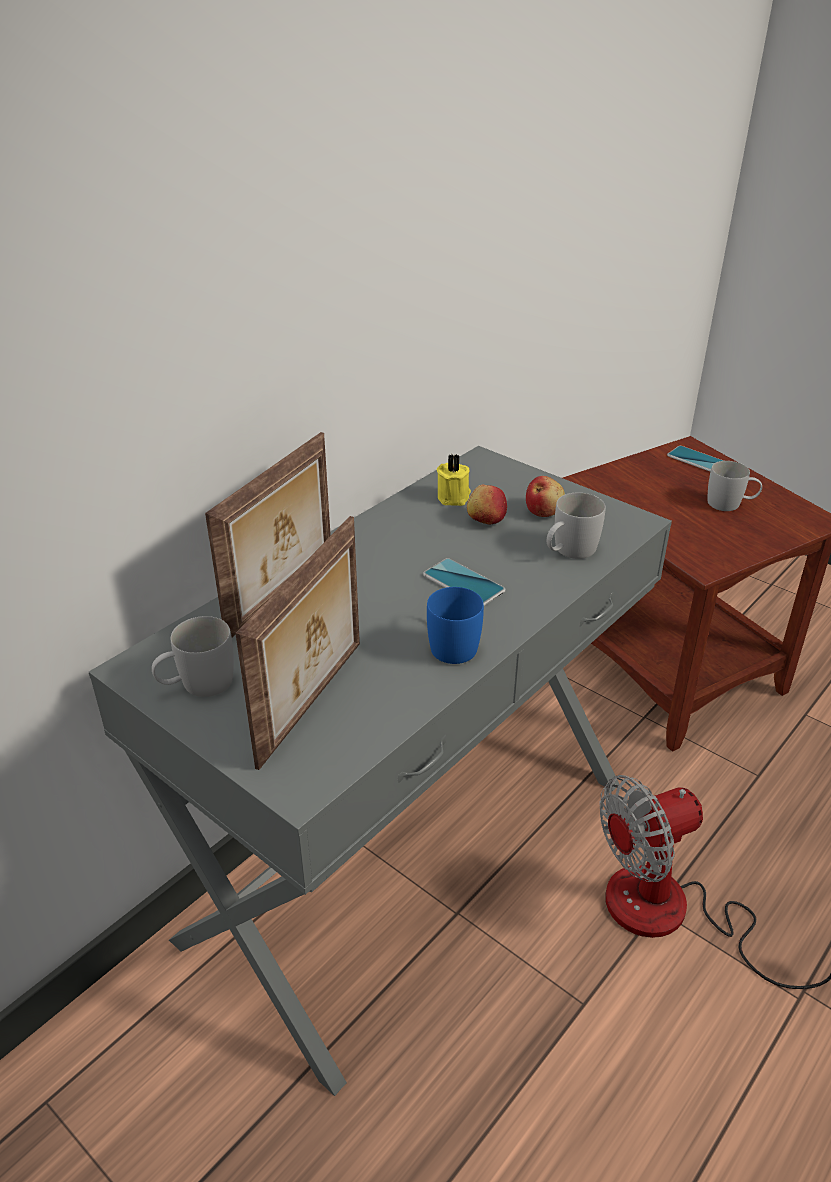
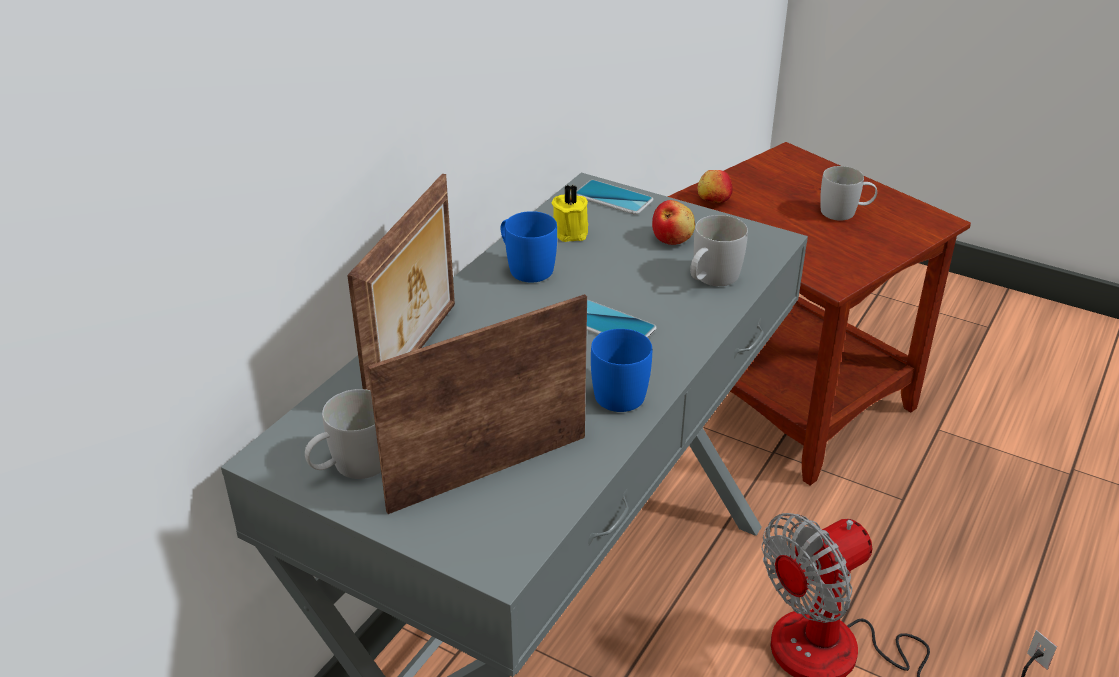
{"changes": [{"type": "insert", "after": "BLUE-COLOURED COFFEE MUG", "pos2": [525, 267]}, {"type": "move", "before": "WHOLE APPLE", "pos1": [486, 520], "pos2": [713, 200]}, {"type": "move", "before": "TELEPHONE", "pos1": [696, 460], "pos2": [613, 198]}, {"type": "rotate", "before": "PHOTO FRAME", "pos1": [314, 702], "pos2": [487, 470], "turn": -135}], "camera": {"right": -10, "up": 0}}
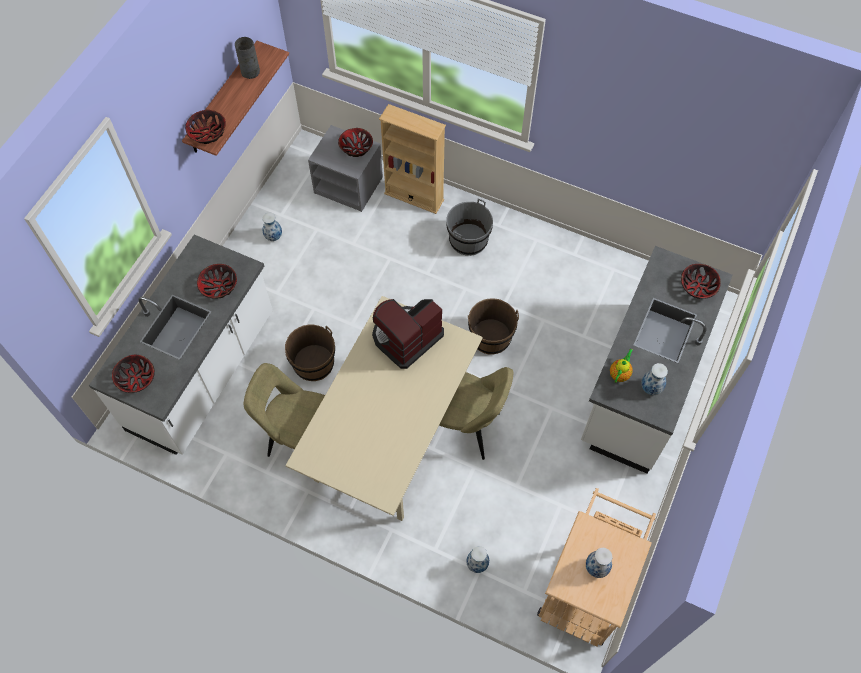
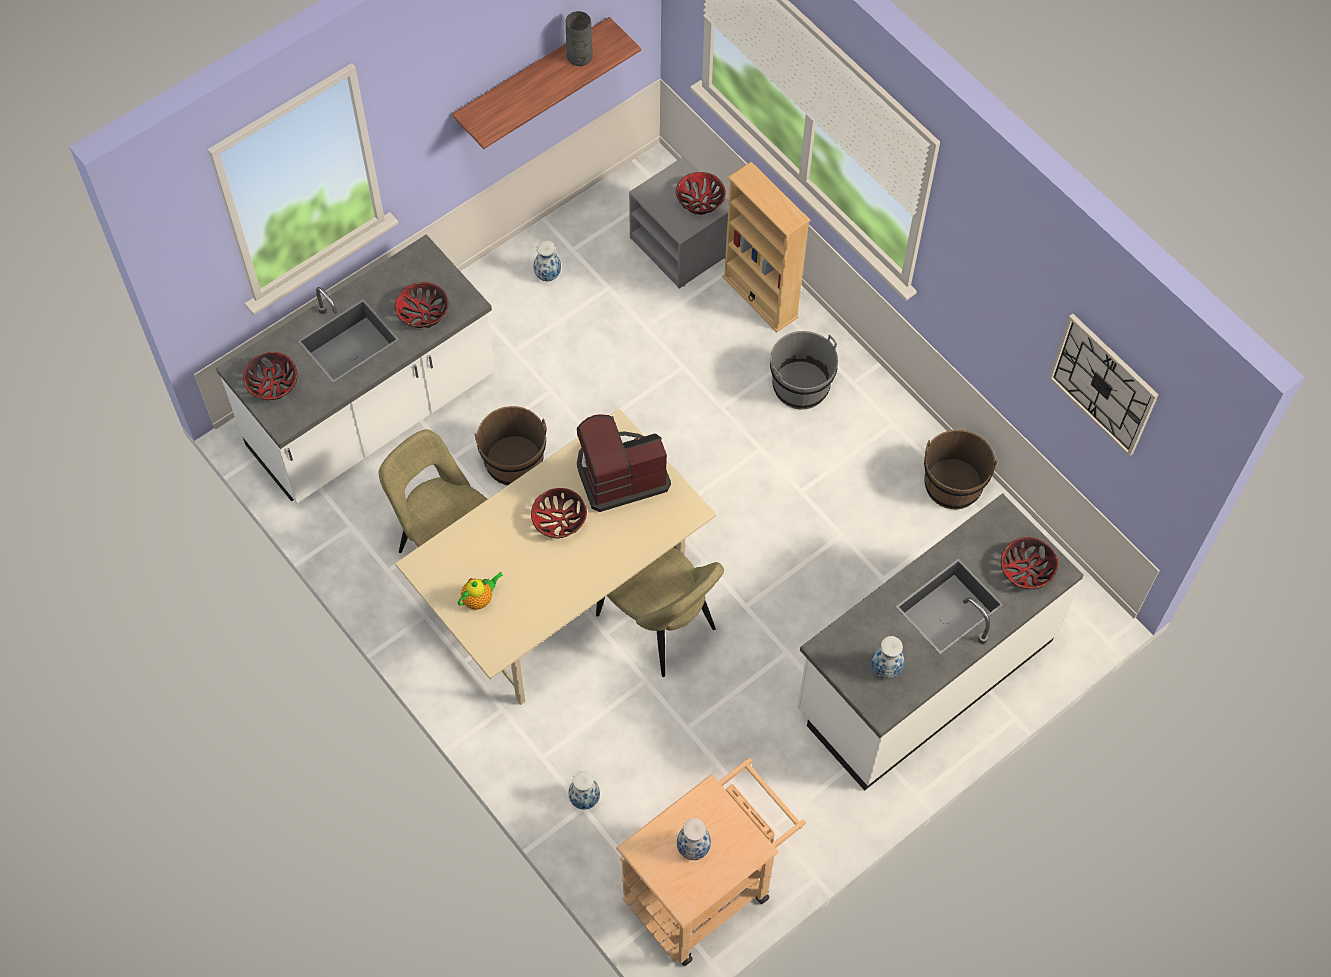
{"changes": [{"type": "insert", "after": "CLOCK ON THE WALL", "pos2": [1103, 384]}, {"type": "move", "before": "SERVING BOWL", "pos1": [208, 134], "pos2": [559, 520]}, {"type": "move", "before": "BROWN PAIL", "pos1": [491, 337], "pos2": [953, 485]}, {"type": "move", "before": "TEA POT", "pos1": [620, 373], "pos2": [479, 599]}], "camera": {"right": 25, "up": 0}}
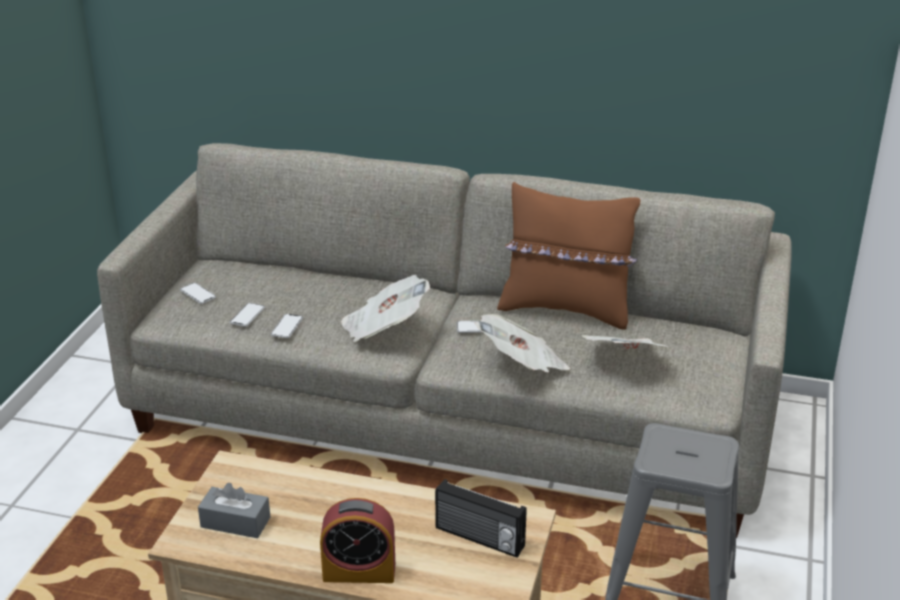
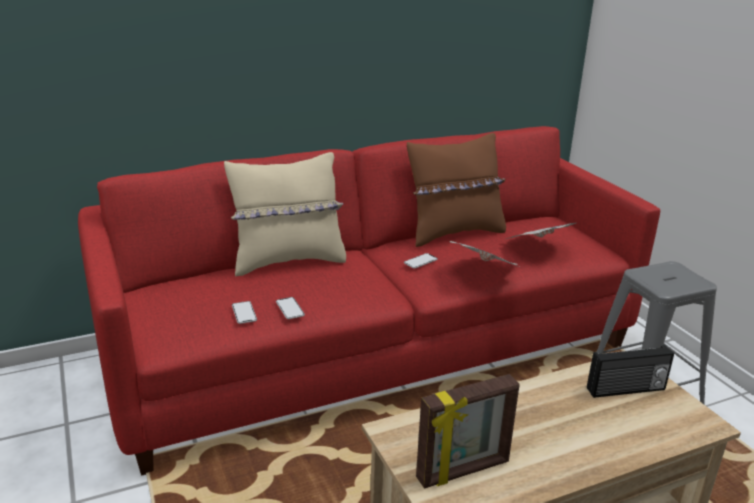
{"changes": [{"type": "delete", "before": "TELEPHONE", "pos1": [198, 294]}, {"type": "delete", "before": "ALARM CLOCK", "pos1": [359, 571]}, {"type": "delete", "before": "NEWSPAPER", "pos1": [384, 328]}, {"type": "insert", "after": "BEIGE THROW PILLOW", "pos2": [288, 261]}, {"type": "replace", "before": "GREY TISSUE HOLDER", "after": "PHOTO FRAME", "pos1": [235, 522], "pos2": [463, 471]}, {"type": "recolor", "before": "GREY SETTEE", "after": "RED SETTEE", "pos1": [451, 414], "pos2": [374, 350]}], "camera": {"right": -40, "up": -5}}
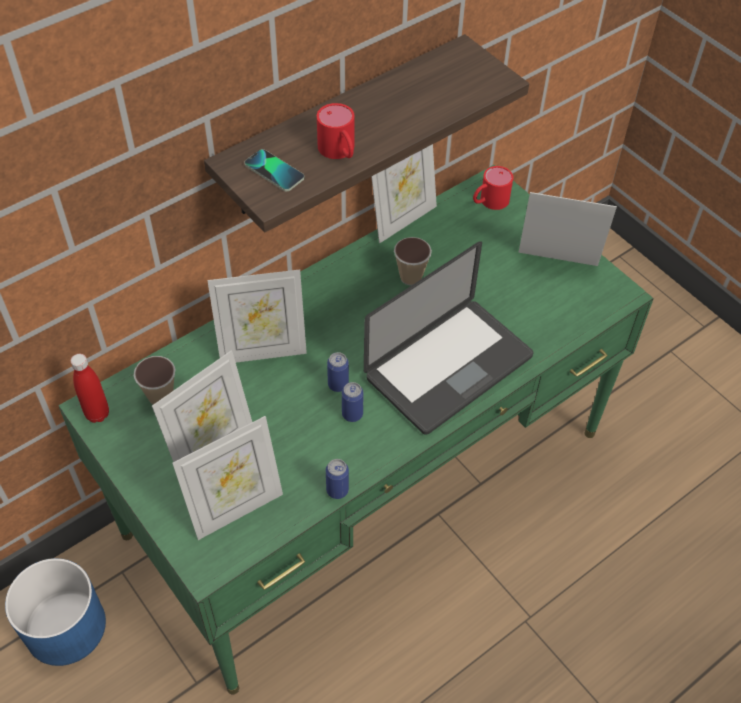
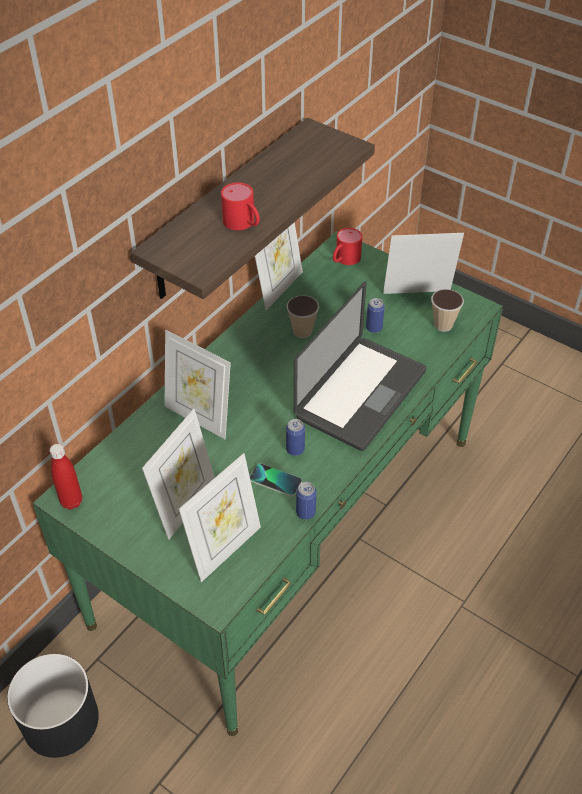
{"changes": [{"type": "move", "before": "CUP", "pos1": [161, 397], "pos2": [443, 325]}, {"type": "move", "before": "TELEPHONE", "pos1": [274, 171], "pos2": [275, 480]}, {"type": "move", "before": "SEALED CAN", "pos1": [338, 384], "pos2": [374, 328]}, {"type": "recolor", "before": "BLUE-COLOURED PLANT POT", "after": "BLACKISH PLANT POT", "pos1": [64, 626], "pos2": [59, 720]}, {"type": "rotate", "before": "PHOTO FRAME", "pos1": [262, 351], "pos2": [199, 417], "turn": 60}], "camera": {"right": -15, "up": -5}}
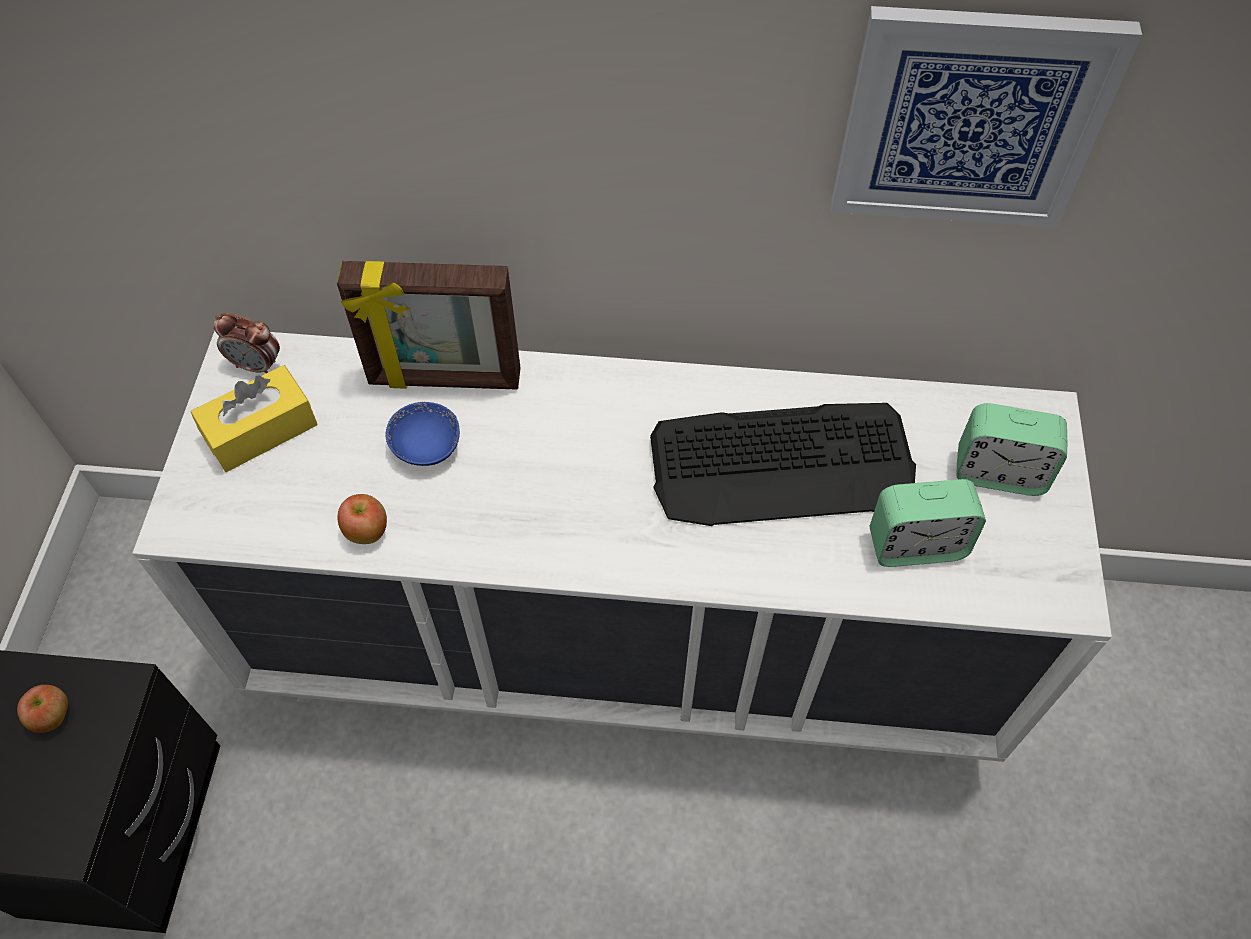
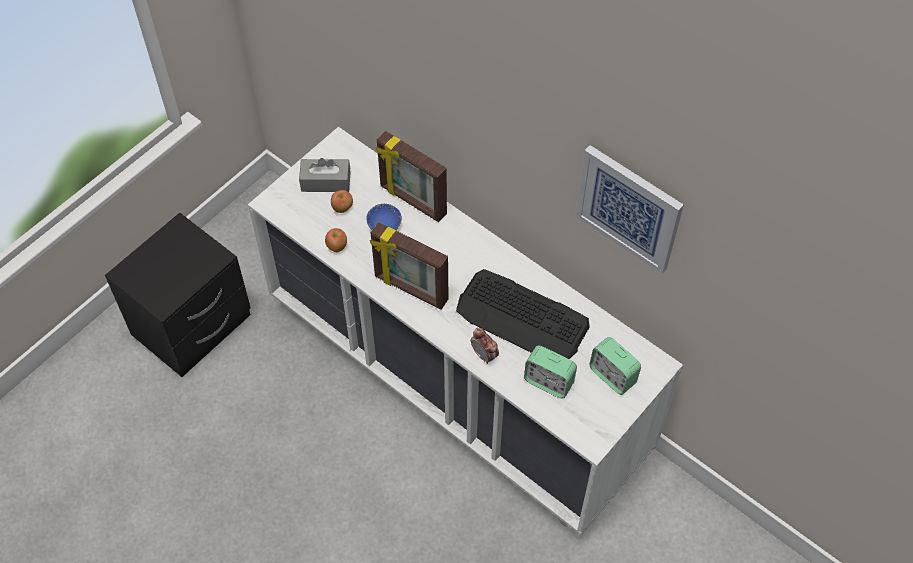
{"changes": [{"type": "insert", "after": "PHOTO FRAME", "pos2": [410, 289]}, {"type": "move", "before": "WHOLE APPLE", "pos1": [53, 717], "pos2": [342, 208]}, {"type": "move", "before": "ALARM CLOCK", "pos1": [257, 366], "pos2": [484, 355]}, {"type": "recolor", "before": "YELLOW TISSUE HOLDER", "after": "GREY TISSUE HOLDER", "pos1": [261, 430], "pos2": [326, 182]}], "camera": {"right": 35, "up": 0}}
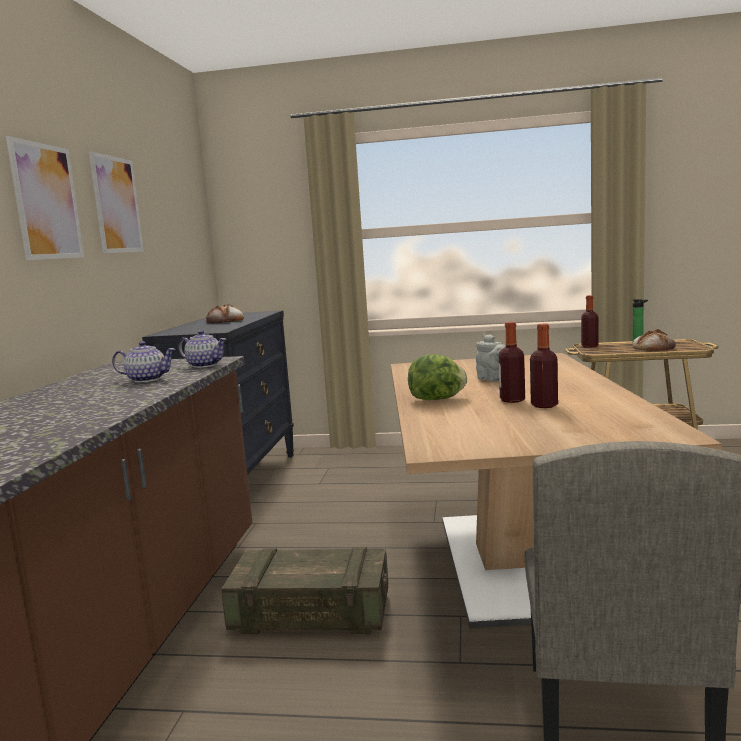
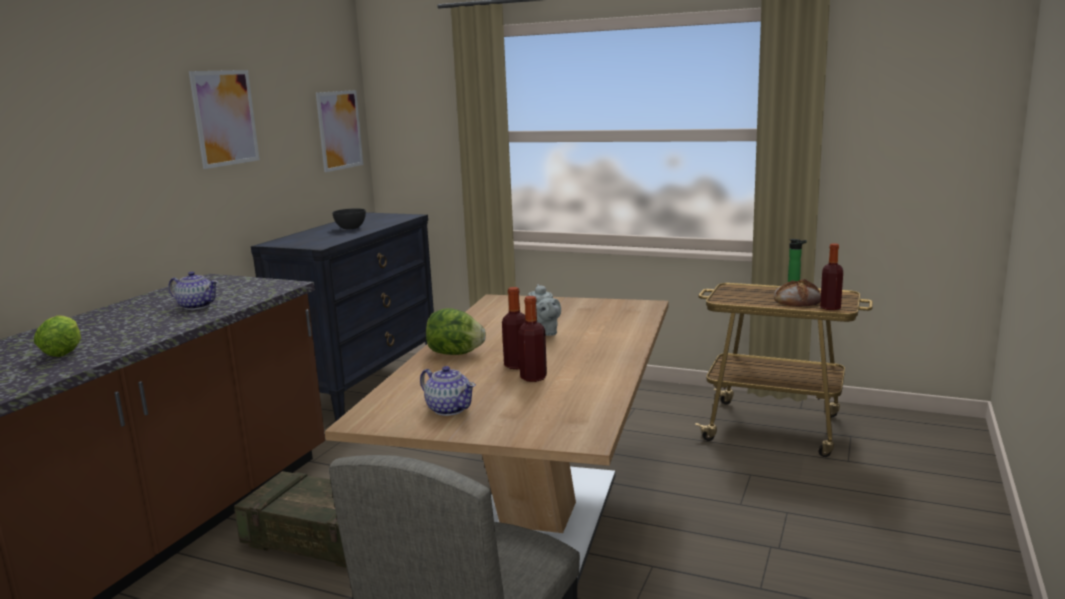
{"changes": [{"type": "insert", "after": "HEAD OF LETTUCE", "pos2": [64, 351]}, {"type": "move", "before": "WALL ART", "pos1": [46, 202], "pos2": [339, 130]}, {"type": "move", "before": "TEA POT", "pos1": [204, 365], "pos2": [449, 409]}, {"type": "move", "before": "BEVERAGE BOTTLE", "pos1": [589, 346], "pos2": [830, 308]}, {"type": "replace", "before": "BAKERY BREAD", "after": "GREY SERVING BOWL", "pos1": [226, 321], "pos2": [351, 228]}], "camera": {"right": 15, "up": 5}}
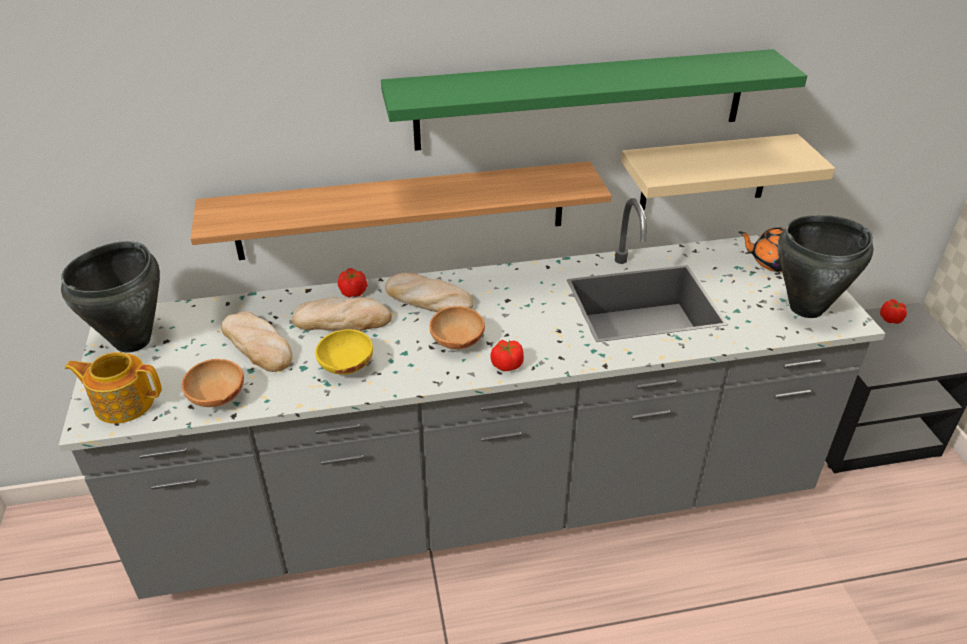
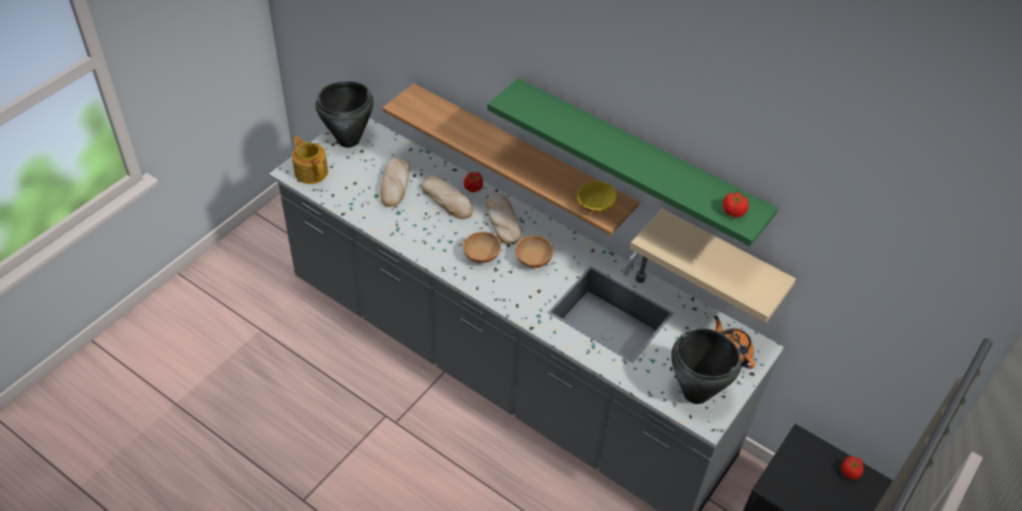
{"changes": [{"type": "move", "before": "BROWN SERVING BOWL", "pos1": [216, 398], "pos2": [532, 260]}, {"type": "move", "before": "YELLOW SERVING BOWL", "pos1": [345, 367], "pos2": [594, 206]}, {"type": "move", "before": "WHOLE TOMATO", "pos1": [506, 365], "pos2": [733, 211]}], "camera": {"right": 45, "up": 10}}
